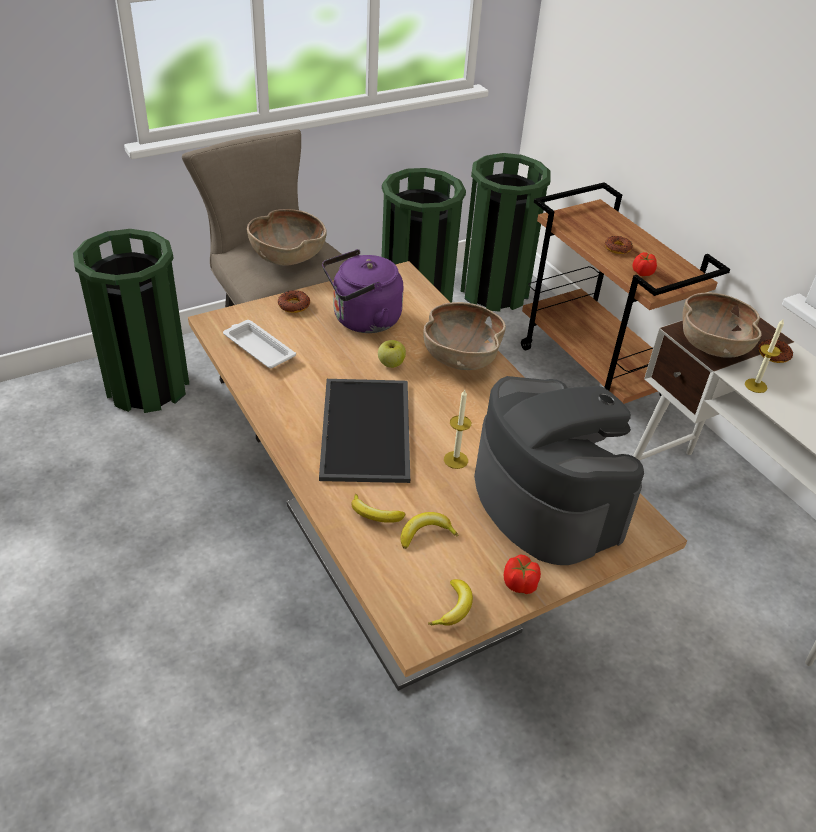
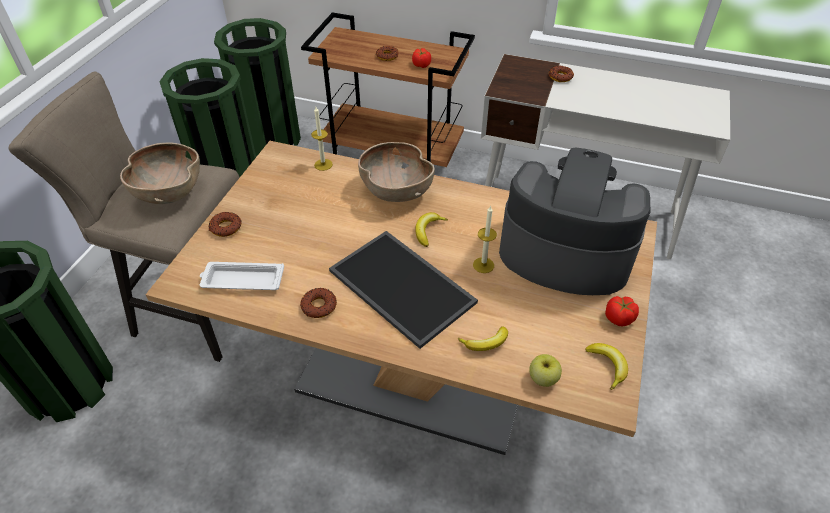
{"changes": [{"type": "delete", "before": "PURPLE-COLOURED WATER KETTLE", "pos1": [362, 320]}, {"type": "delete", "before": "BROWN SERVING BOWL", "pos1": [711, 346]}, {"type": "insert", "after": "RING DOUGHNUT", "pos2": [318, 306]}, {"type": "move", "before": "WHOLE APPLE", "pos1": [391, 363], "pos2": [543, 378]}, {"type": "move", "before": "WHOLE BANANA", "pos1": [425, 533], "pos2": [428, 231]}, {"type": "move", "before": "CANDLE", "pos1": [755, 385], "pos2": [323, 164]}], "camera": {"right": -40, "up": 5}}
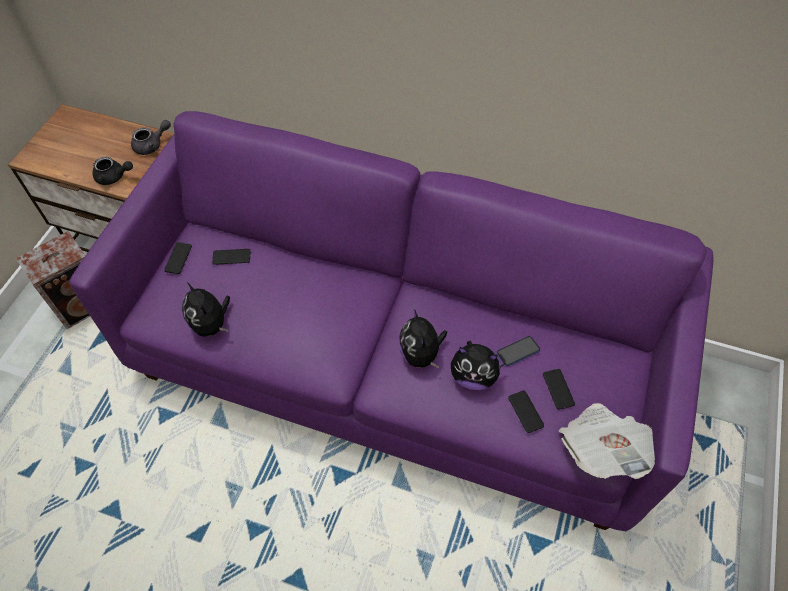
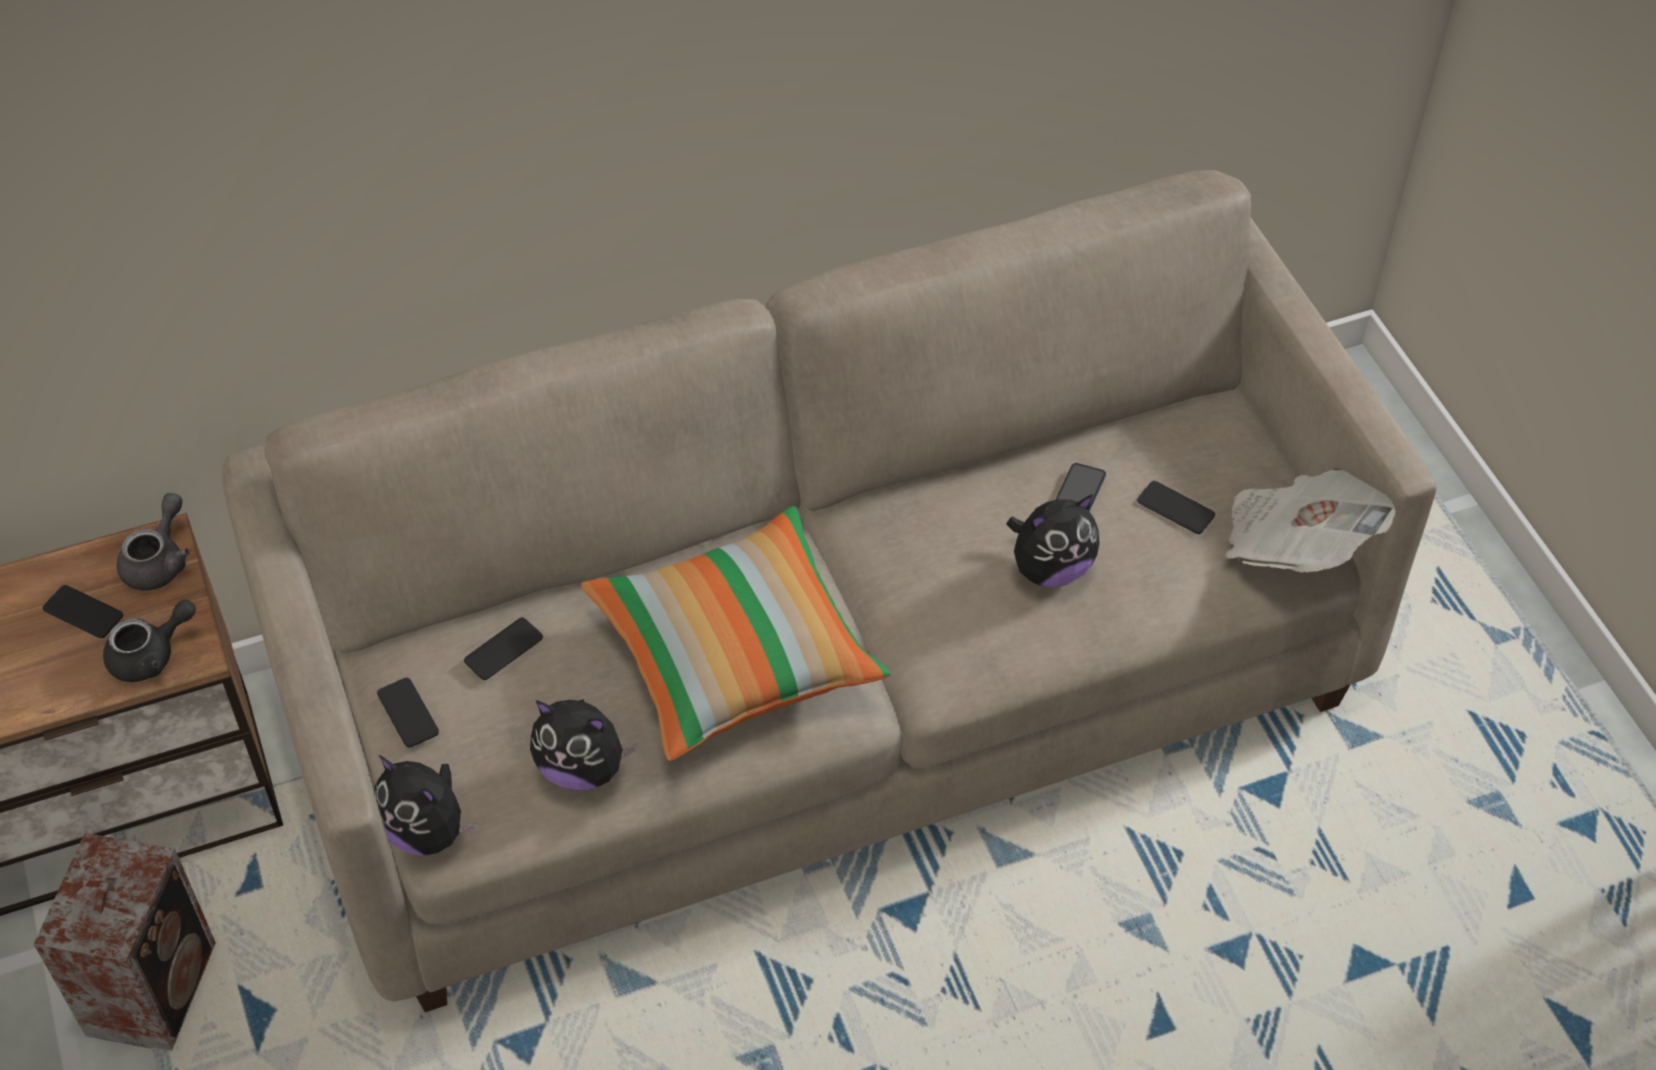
{"changes": [{"type": "insert", "after": "THROW PILLOW", "pos2": [735, 654]}, {"type": "move", "before": "CUDDLY TOY", "pos1": [421, 354], "pos2": [428, 832]}, {"type": "move", "before": "TELEPHONE", "pos1": [525, 411], "pos2": [83, 612]}, {"type": "recolor", "before": "PURPLE-COLOURED SETTEE", "after": "BEIGE SETTEE", "pos1": [395, 364], "pos2": [829, 694]}], "camera": {"right": -40, "up": -5}}
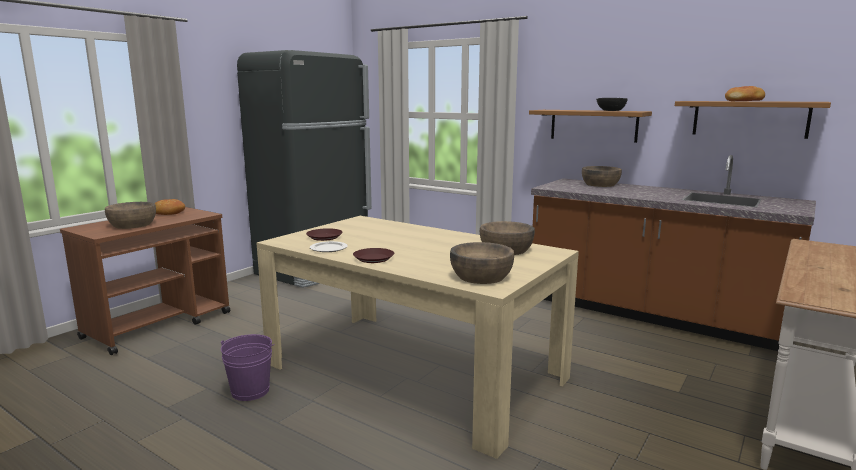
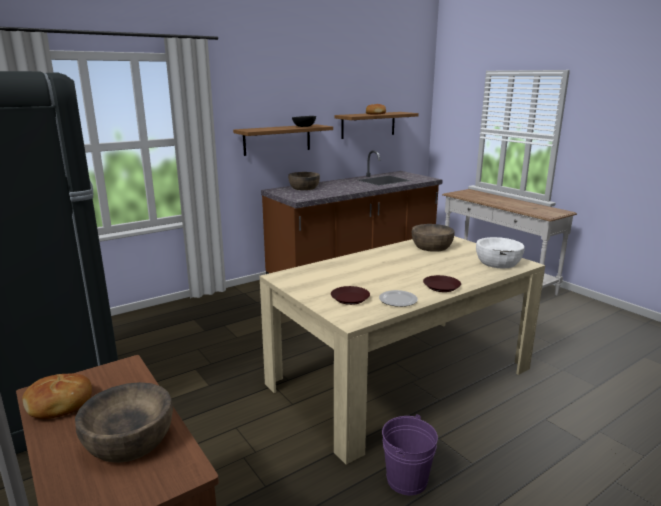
{"changes": [{"type": "recolor", "before": "BROWN SERVING BOWL", "after": "WHITE-COLOURED SERVING BOWL", "pos1": [481, 276], "pos2": [498, 262]}], "camera": {"right": -70, "up": 5}}
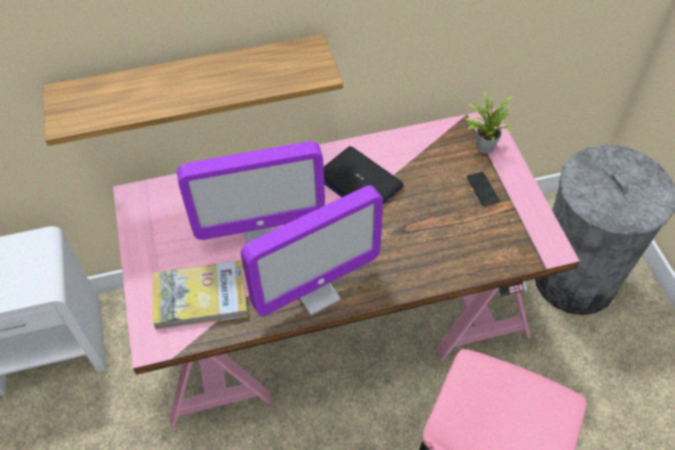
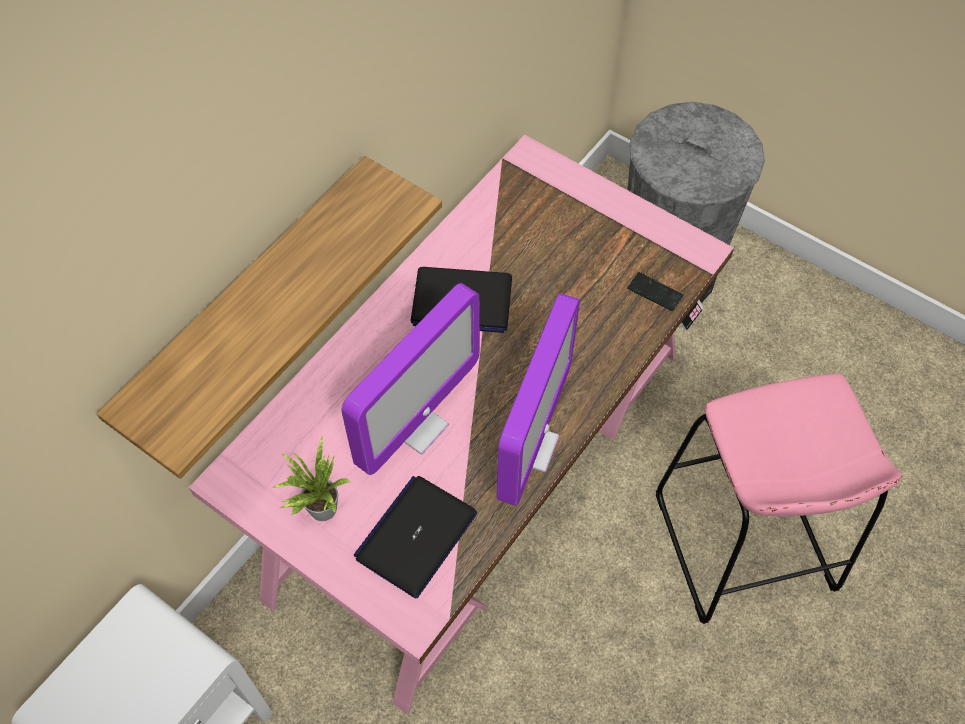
{"changes": [{"type": "move", "before": "PLANT IN A POT", "pos1": [483, 145], "pos2": [319, 508]}, {"type": "move", "before": "TELEPHONE", "pos1": [482, 189], "pos2": [655, 292]}, {"type": "replace", "before": "BOOK", "after": "PORTABLE COMPUTER", "pos1": [200, 297], "pos2": [416, 536]}], "camera": {"right": -40, "up": 5}}
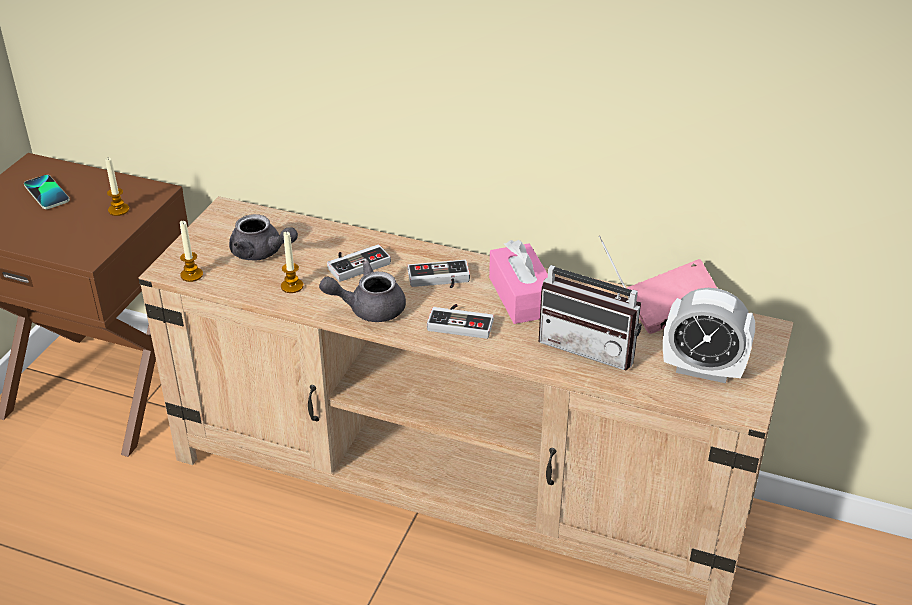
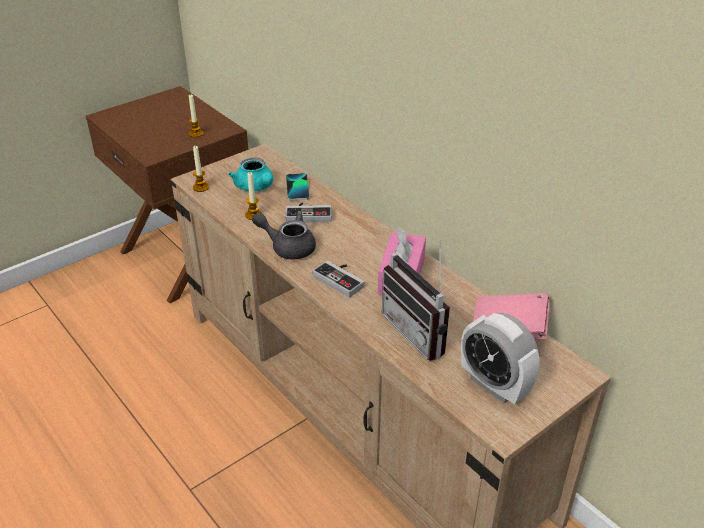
{"changes": [{"type": "delete", "before": "JOYPAD", "pos1": [439, 280]}, {"type": "move", "before": "TELEPHONE", "pos1": [47, 193], "pos2": [297, 188]}, {"type": "recolor", "before": "GREY TEA POT", "after": "TURQUOISE TEA POT", "pos1": [262, 253], "pos2": [256, 187]}], "camera": {"right": 30, "up": 0}}
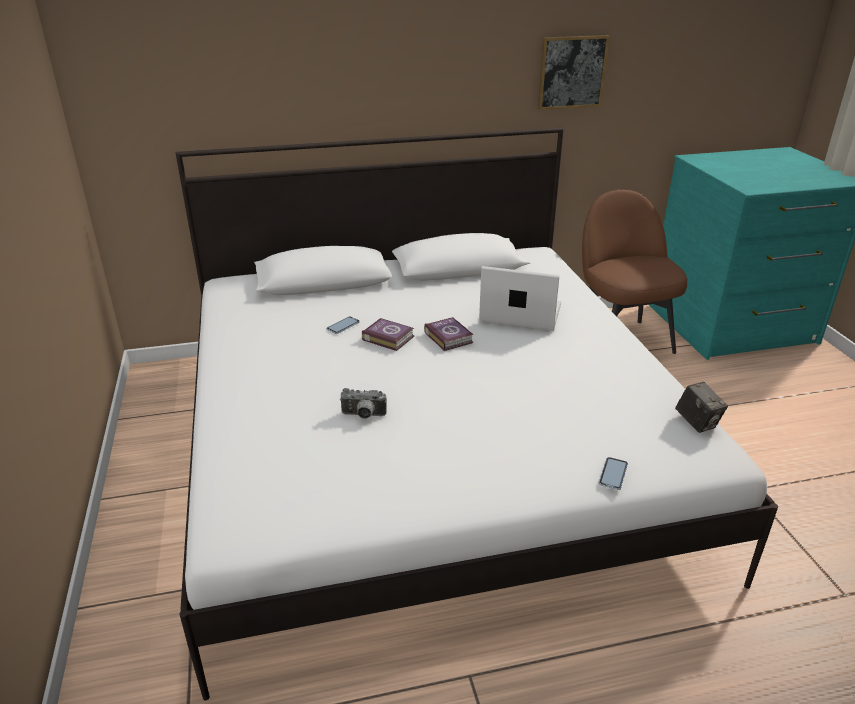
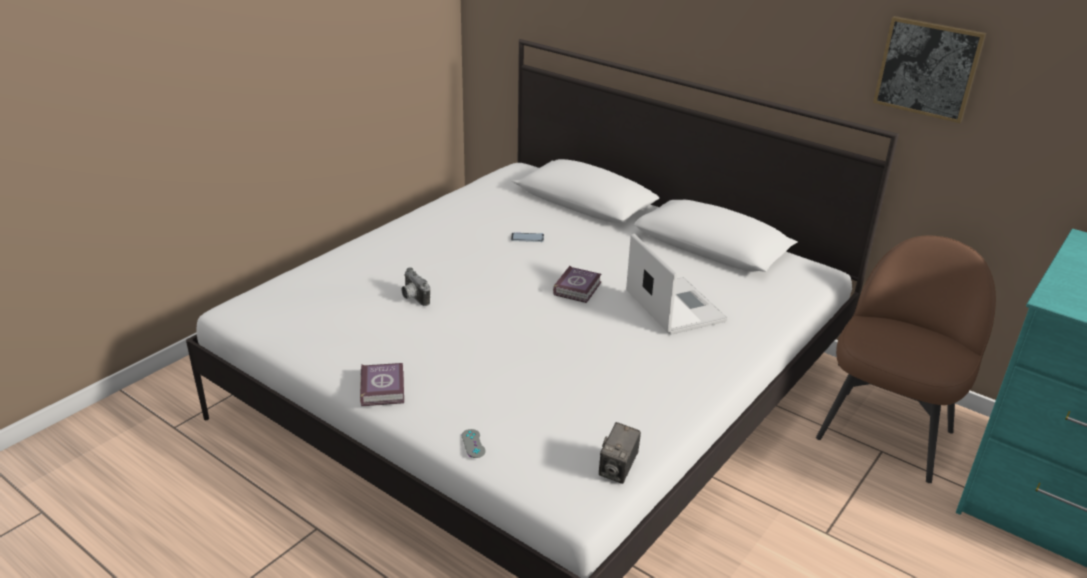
{"changes": [{"type": "move", "before": "BOOK", "pos1": [387, 337], "pos2": [383, 388]}, {"type": "replace", "before": "TELEPHONE", "after": "GREY JOYPAD", "pos1": [613, 474], "pos2": [473, 443]}], "camera": {"right": 50, "up": 0}}
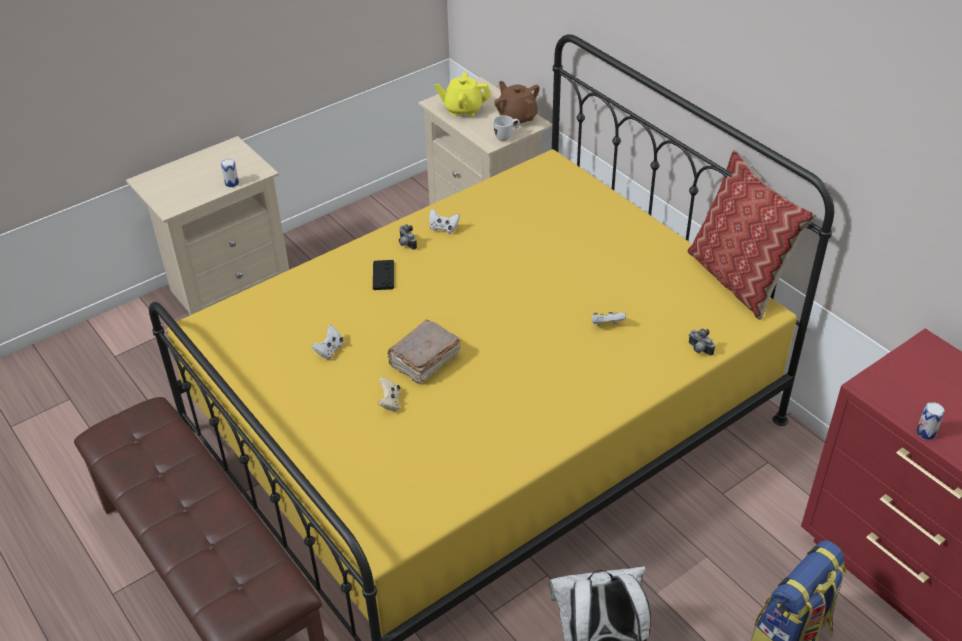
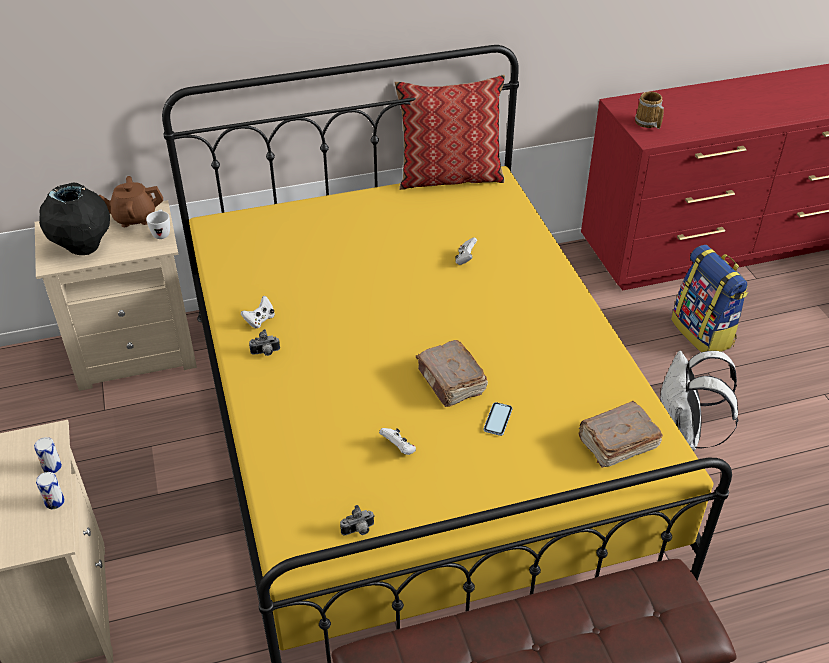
{"changes": [{"type": "delete", "before": "BLACKISH JOYPAD", "pos1": [383, 276]}, {"type": "insert", "after": "BROWN BOOK", "pos2": [616, 444]}, {"type": "insert", "after": "COFFEE MUG", "pos2": [647, 123]}, {"type": "move", "before": "STILL CAMERA", "pos1": [699, 350], "pos2": [359, 531]}, {"type": "move", "before": "SEALED CAN", "pos1": [925, 432], "pos2": [54, 502]}, {"type": "replace", "before": "BEIGE JOYPAD", "after": "TELEPHONE", "pos1": [390, 402], "pos2": [498, 420]}, {"type": "replace", "before": "YELLOW TEA POT", "after": "BLACKISH DECORATIVE VASE", "pos1": [463, 109], "pos2": [83, 248]}], "camera": {"right": -70, "up": 0}}
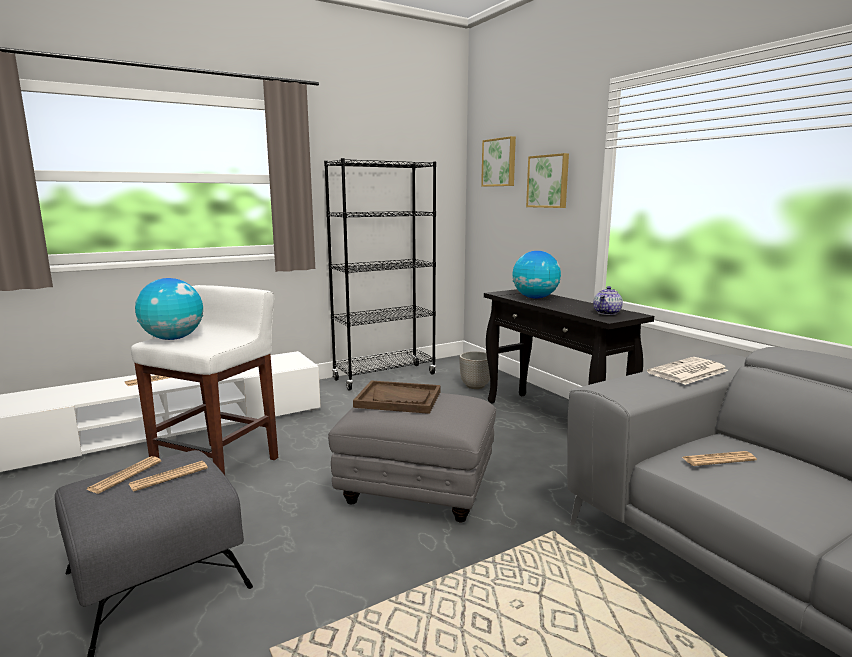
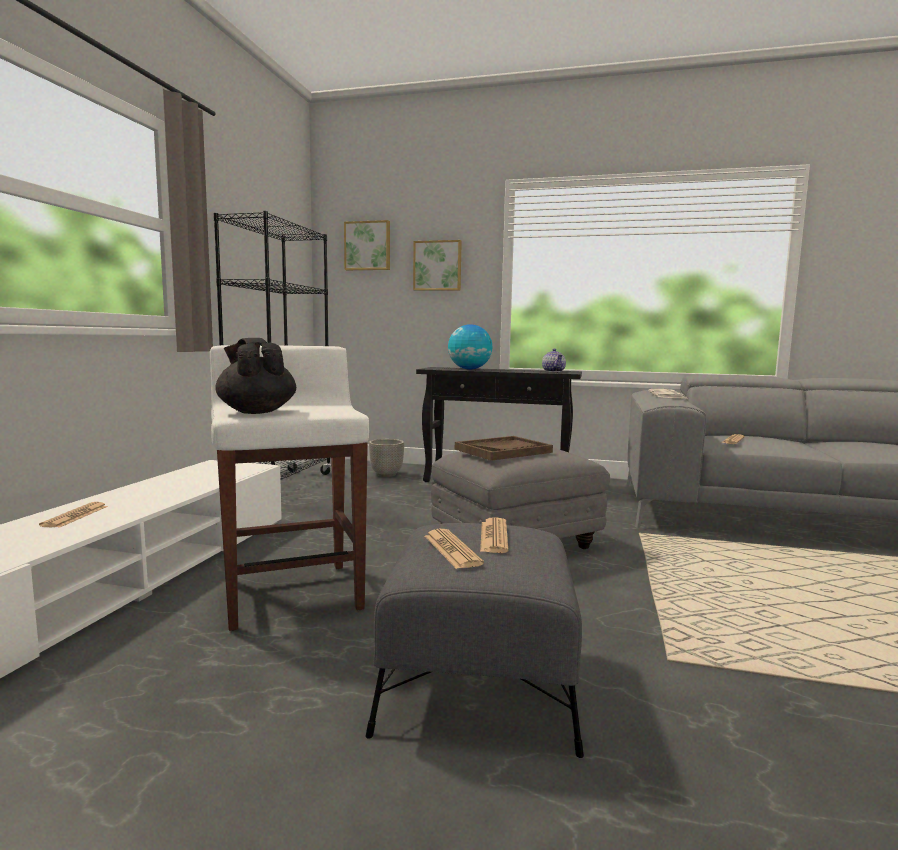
{"changes": [{"type": "replace", "before": "GLOBE", "after": "BLACKISH TEA POT", "pos1": [173, 338], "pos2": [256, 412]}], "camera": {"right": -45, "up": -5}}
